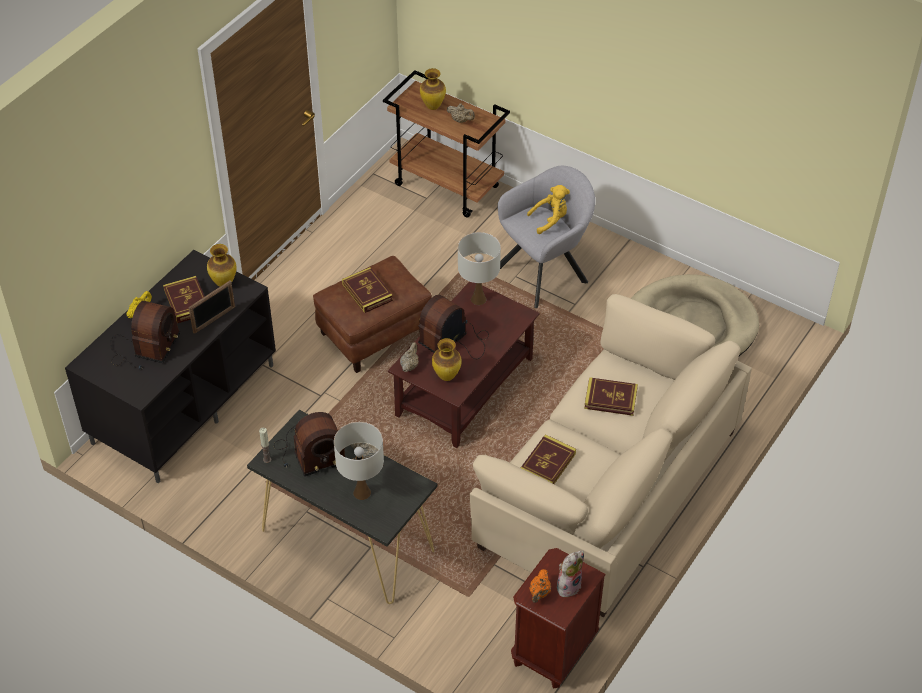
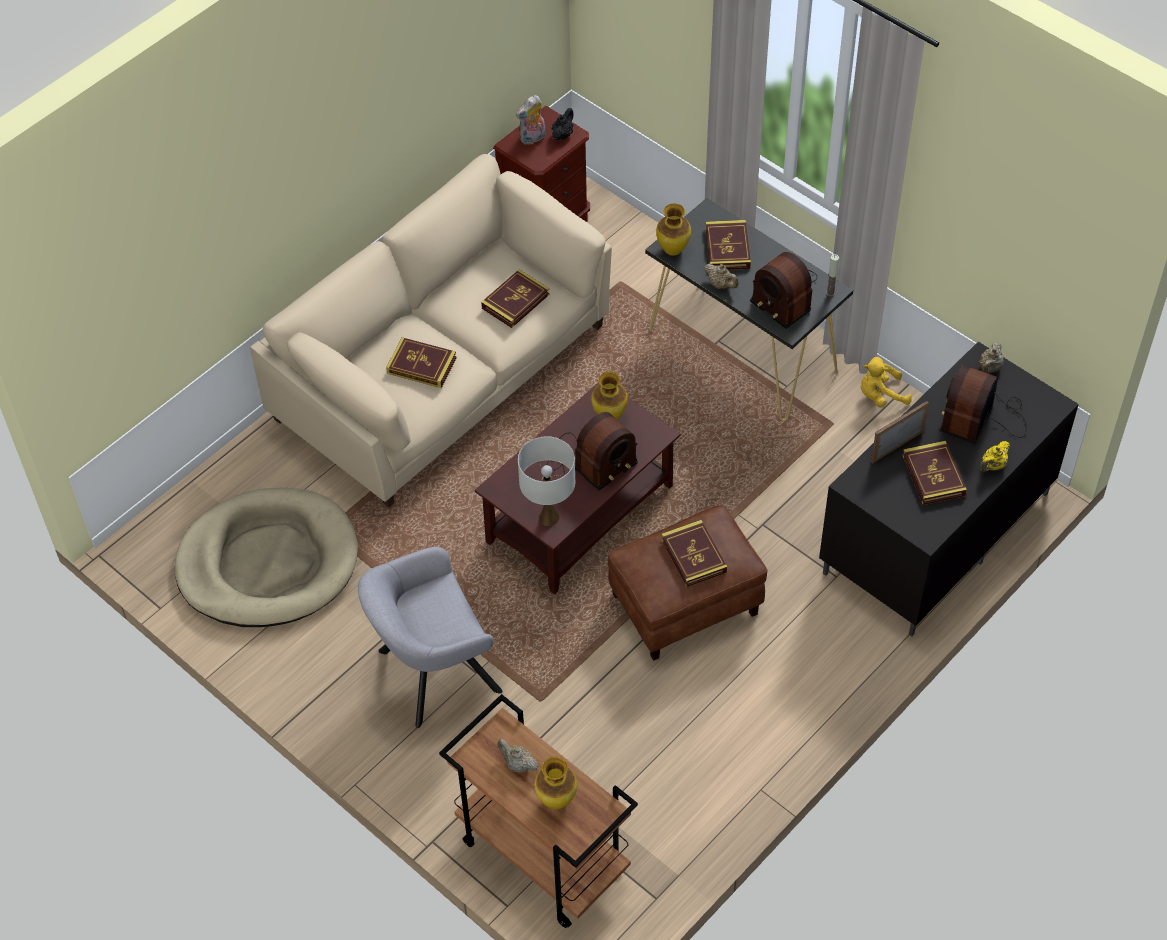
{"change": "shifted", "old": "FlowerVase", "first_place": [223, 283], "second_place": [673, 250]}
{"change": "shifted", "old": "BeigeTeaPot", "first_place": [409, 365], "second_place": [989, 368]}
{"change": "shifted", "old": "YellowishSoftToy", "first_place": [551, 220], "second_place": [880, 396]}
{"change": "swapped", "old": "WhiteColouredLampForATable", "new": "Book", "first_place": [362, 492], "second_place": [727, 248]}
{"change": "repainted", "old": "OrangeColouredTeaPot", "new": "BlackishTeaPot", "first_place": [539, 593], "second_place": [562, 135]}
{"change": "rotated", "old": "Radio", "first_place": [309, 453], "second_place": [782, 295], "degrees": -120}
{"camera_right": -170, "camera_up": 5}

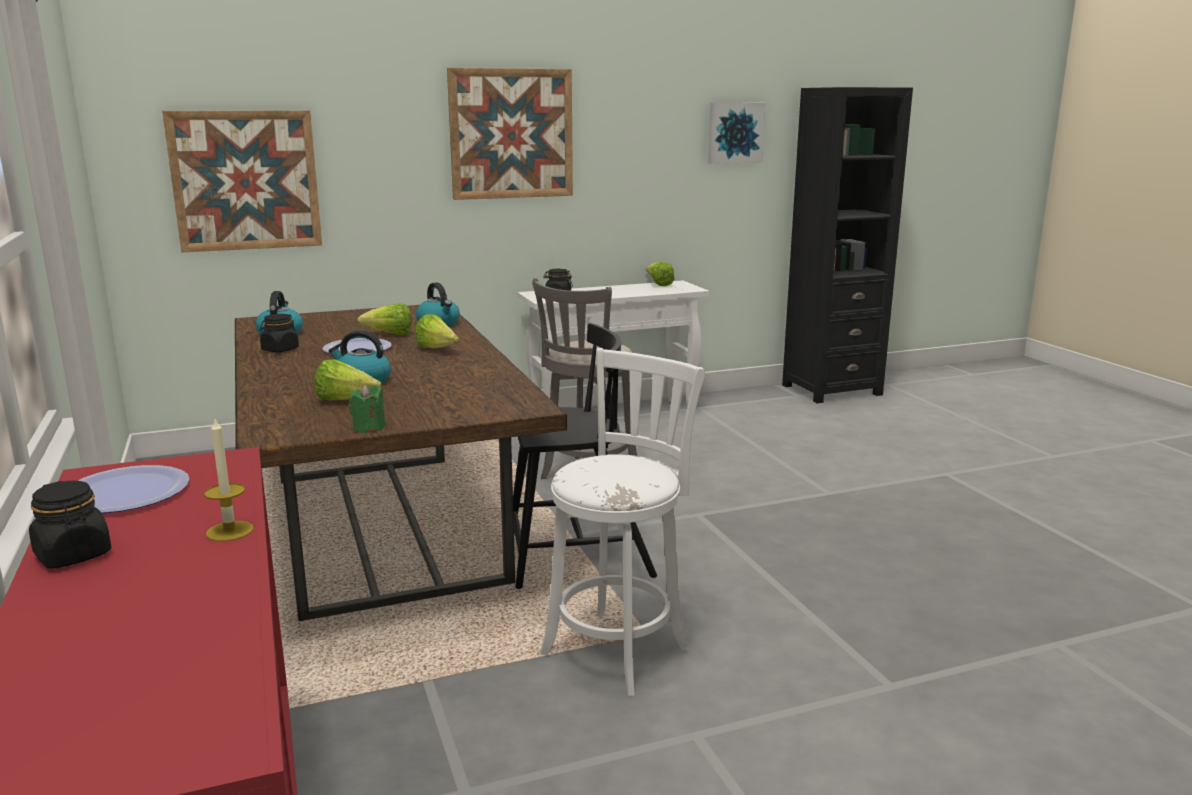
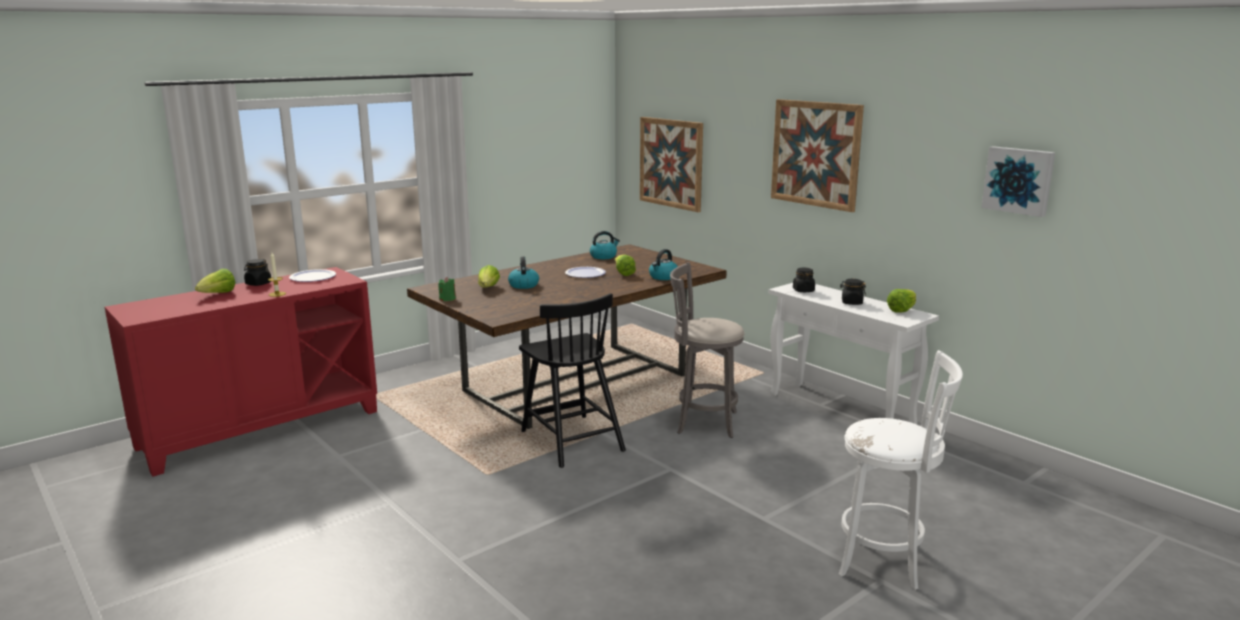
{"change": "gone", "old": "BlackishShelvingUnit", "first_place": [831, 390]}
{"change": "shifted", "old": "BlackishJar", "first_place": [280, 350], "second_place": [851, 302]}
{"change": "shifted", "old": "Lettuce", "first_place": [437, 349], "second_place": [218, 294]}
{"change": "shifted", "old": "WhiteColouredStoolSeat", "first_place": [619, 648], "second_place": [885, 560]}
{"camera_right": 70, "camera_up": 0}

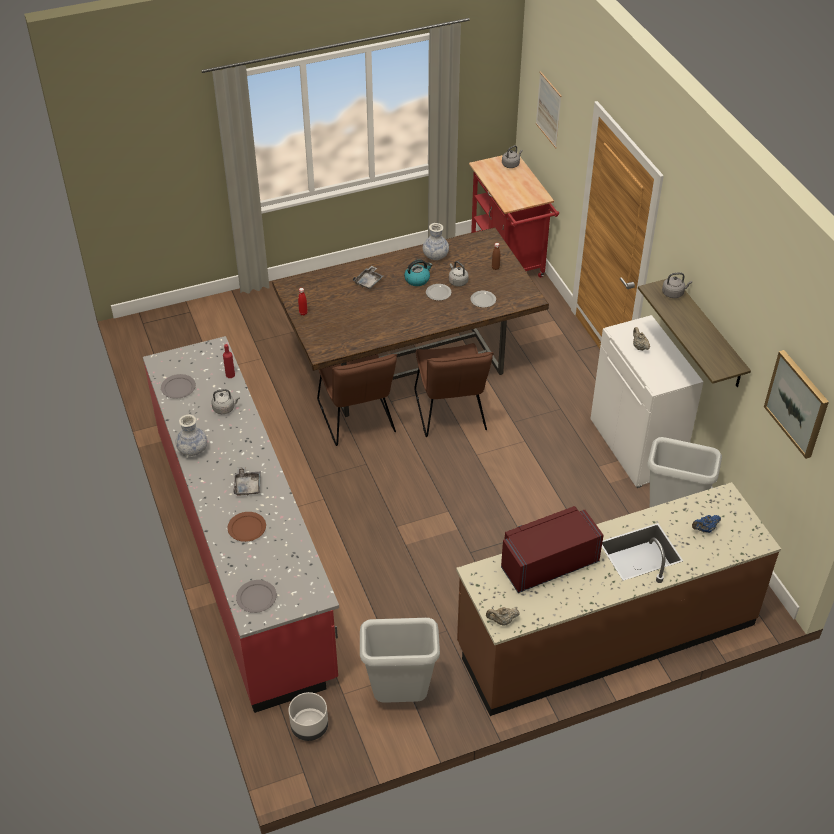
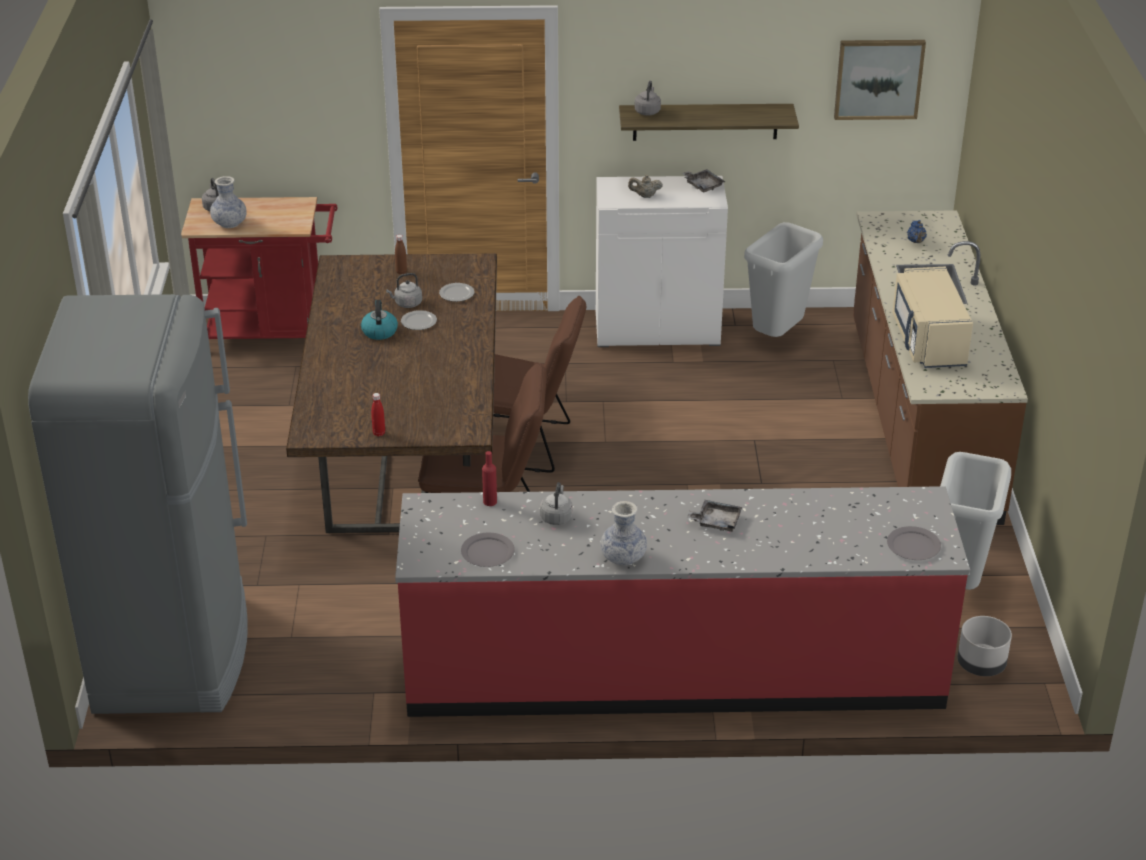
{"change": "gone", "old": "BrownPlate", "first_place": [247, 528]}
{"change": "gone", "old": "BeigeTeaPot", "first_place": [502, 621]}
{"change": "gone", "old": "WallPicture", "first_place": [548, 110]}
{"change": "new", "new": "GrayFridge", "second_place": [174, 653]}
{"change": "shifted", "old": "GrayTray", "first_place": [369, 281], "second_place": [703, 185]}
{"change": "shifted", "old": "FlowerVase", "first_place": [435, 255], "second_place": [229, 223]}
{"change": "repainted", "old": "RedColouredMicrowave", "new": "BeigeMicrowave", "first_place": [547, 563], "second_place": [927, 341]}
{"camera_right": -70, "camera_up": -10}

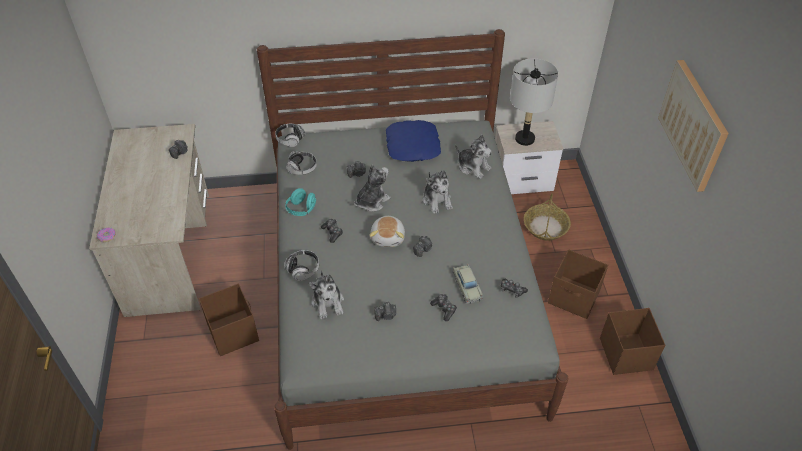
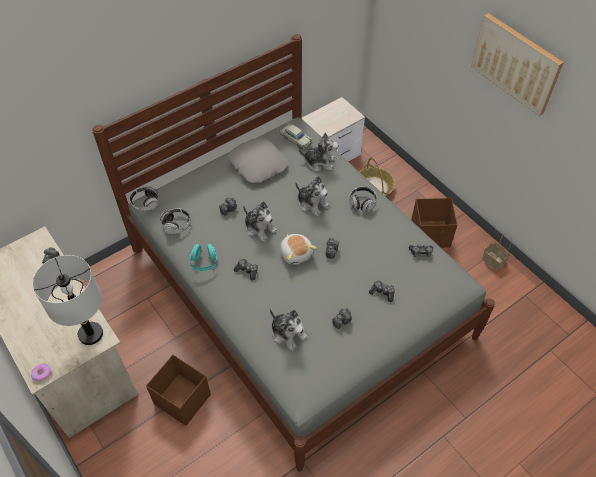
{"change": "shifted", "old": "Headphones", "first_place": [303, 269], "second_place": [362, 203]}
{"change": "shifted", "old": "BeigeMiniatureCar", "first_place": [467, 287], "second_place": [295, 139]}
{"change": "shifted", "old": "GrayLampForATable", "first_place": [524, 139], "second_place": [91, 334]}
{"change": "swapped", "old": "BrownStorageContainer", "new": "StorageBasket", "first_place": [626, 353], "second_place": [492, 260]}
{"change": "repainted", "old": "BluePillow", "new": "GrayPillow", "first_place": [413, 146], "second_place": [258, 164]}
{"change": "rotated", "old": "SoftToy", "first_place": [372, 201], "second_place": [260, 228], "degrees": 120}
{"camera_right": -30, "camera_up": 5}

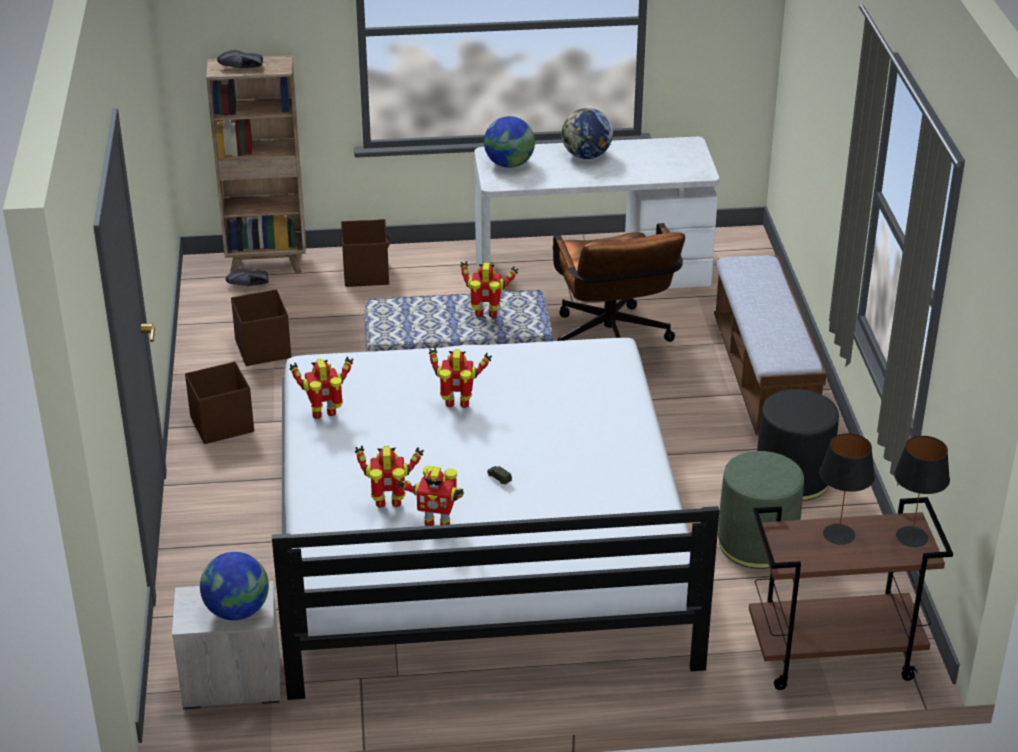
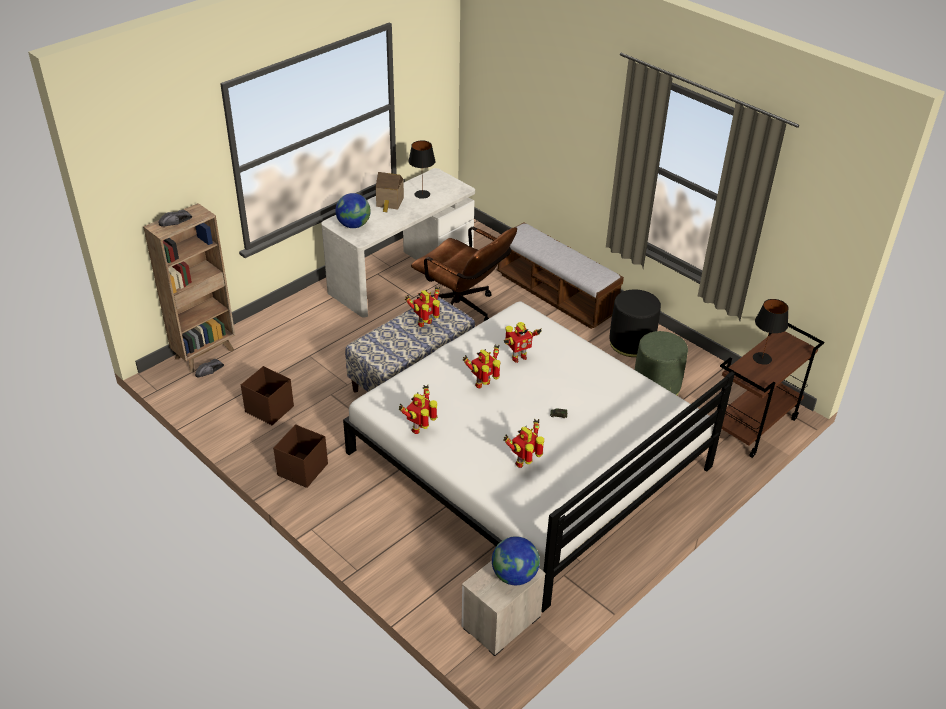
{"change": "gone", "old": "BrownStorageContainer", "first_place": [366, 273]}
{"change": "shifted", "old": "ToyRobot", "first_place": [436, 525], "second_place": [518, 357]}
{"change": "shifted", "old": "BlackishLampForATable", "first_place": [912, 536], "second_place": [422, 194]}
{"change": "swapped", "old": "DeskGlobe", "new": "ModelHouse", "first_place": [586, 156], "second_place": [390, 203]}
{"camera_right": -40, "camera_up": 5}

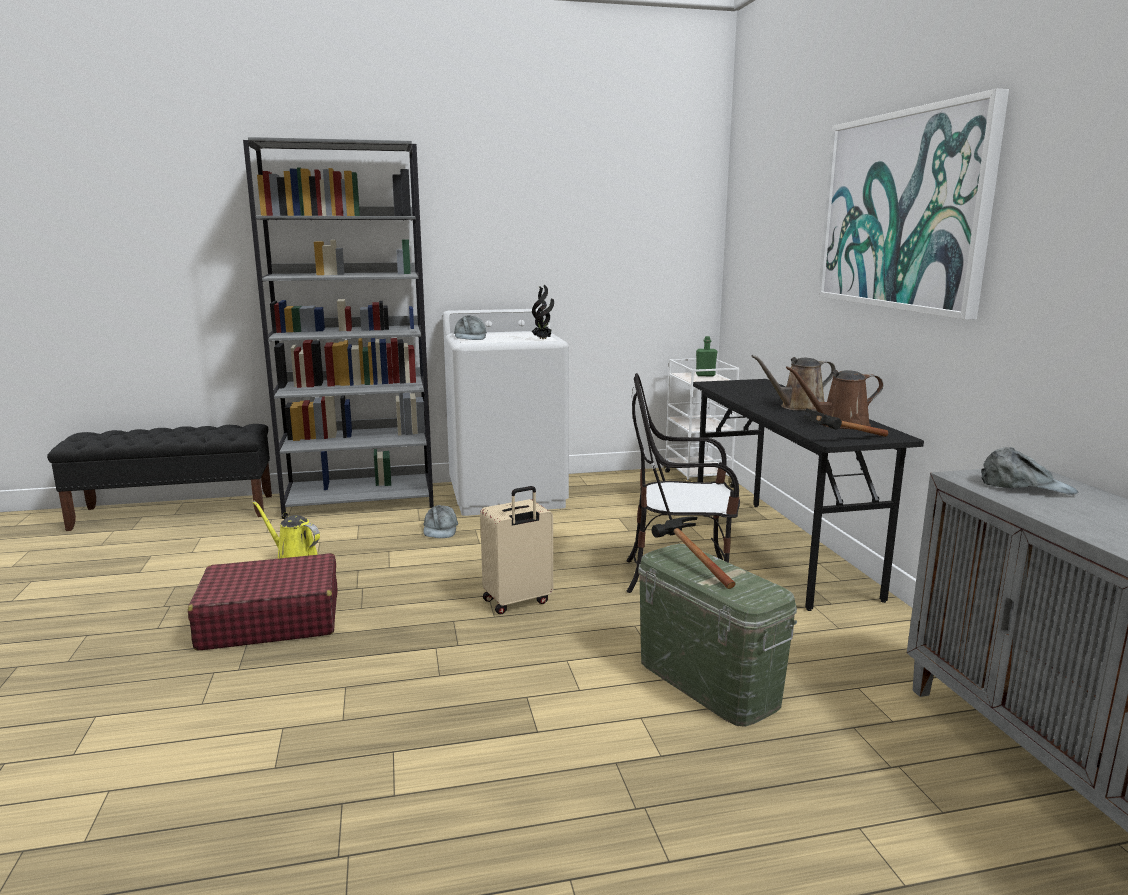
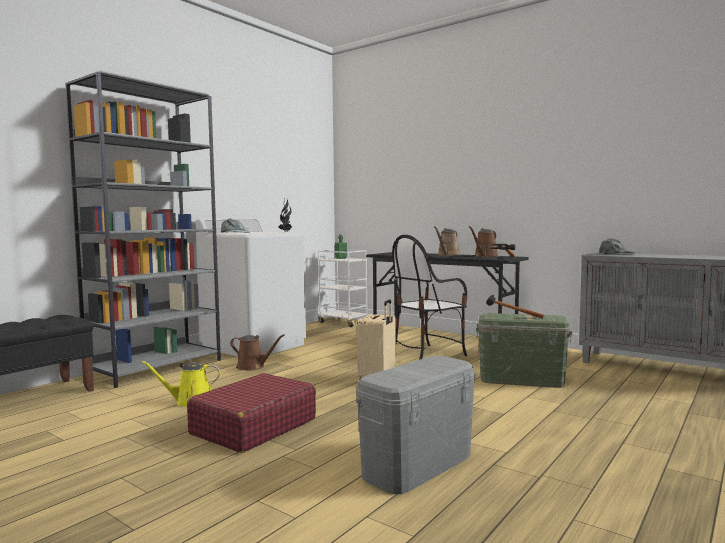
{"change": "gone", "old": "WallPicture", "first_place": [902, 211]}
{"change": "new", "new": "GrayStorageContainer", "second_place": [418, 465]}
{"change": "swapped", "old": "GrayCap", "new": "BrownSprinklingCan", "first_place": [440, 529], "second_place": [253, 367]}
{"camera_right": -40, "camera_up": -10}

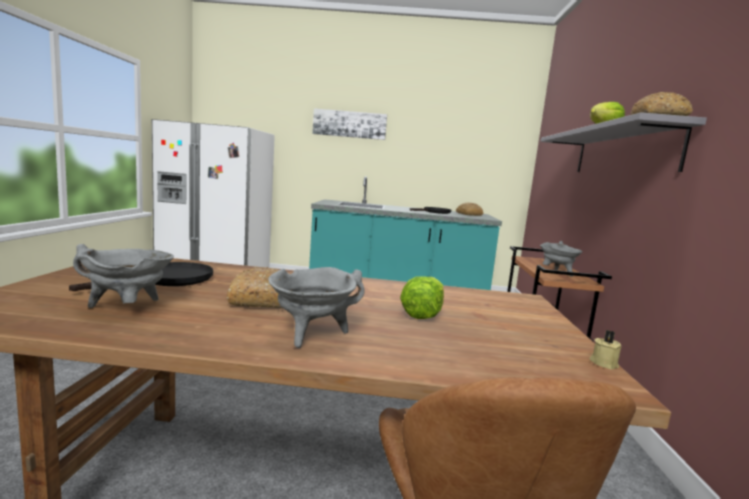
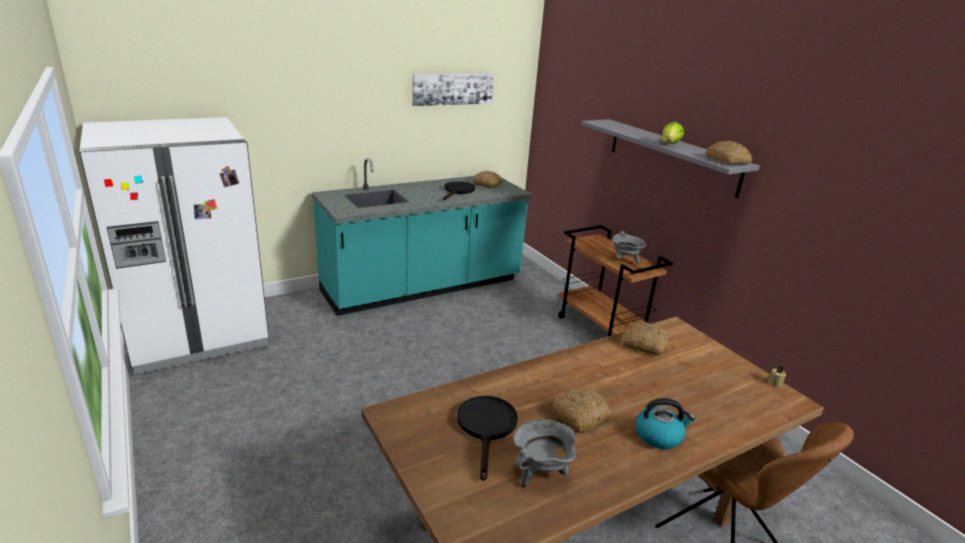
{"change": "gone", "old": "Lettuce", "first_place": [423, 313]}
{"change": "new", "new": "Bread", "second_place": [643, 344]}
{"change": "shifted", "old": "WallPicture", "first_place": [349, 124], "second_place": [452, 89]}
{"change": "swapped", "old": "GraySaucepot", "new": "Kettle", "first_place": [311, 335], "second_place": [659, 436]}
{"camera_right": -35, "camera_up": 15}

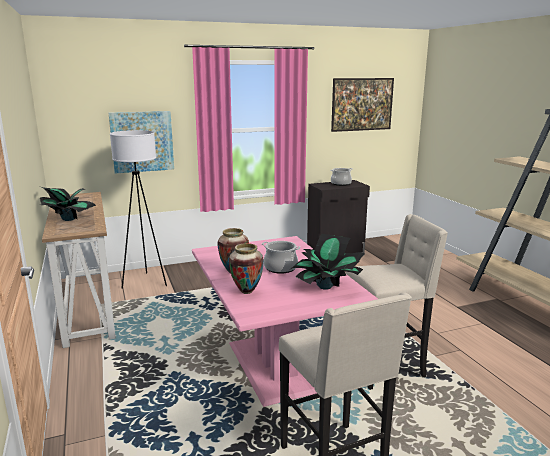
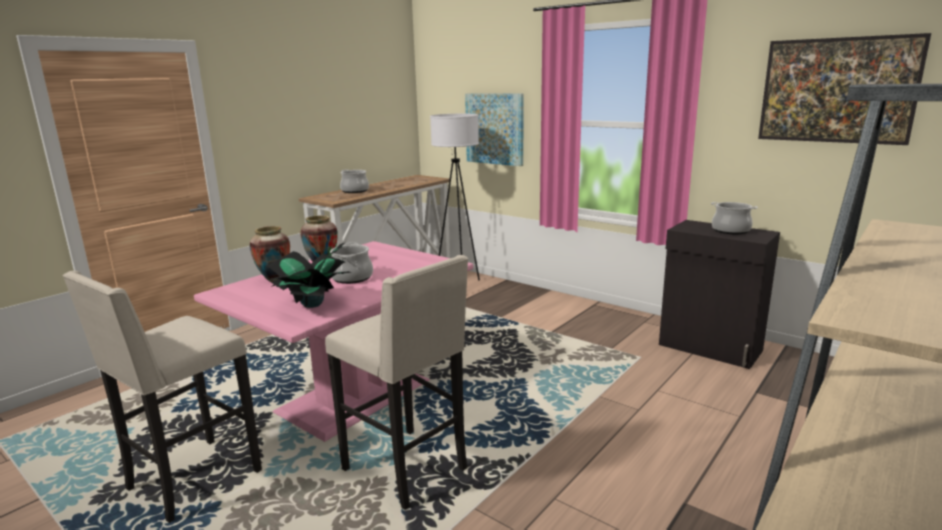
{"change": "swapped", "old": "PottedPlant", "new": "Saucepot", "first_place": [68, 219], "second_place": [355, 191]}
{"camera_right": 60, "camera_up": 0}

